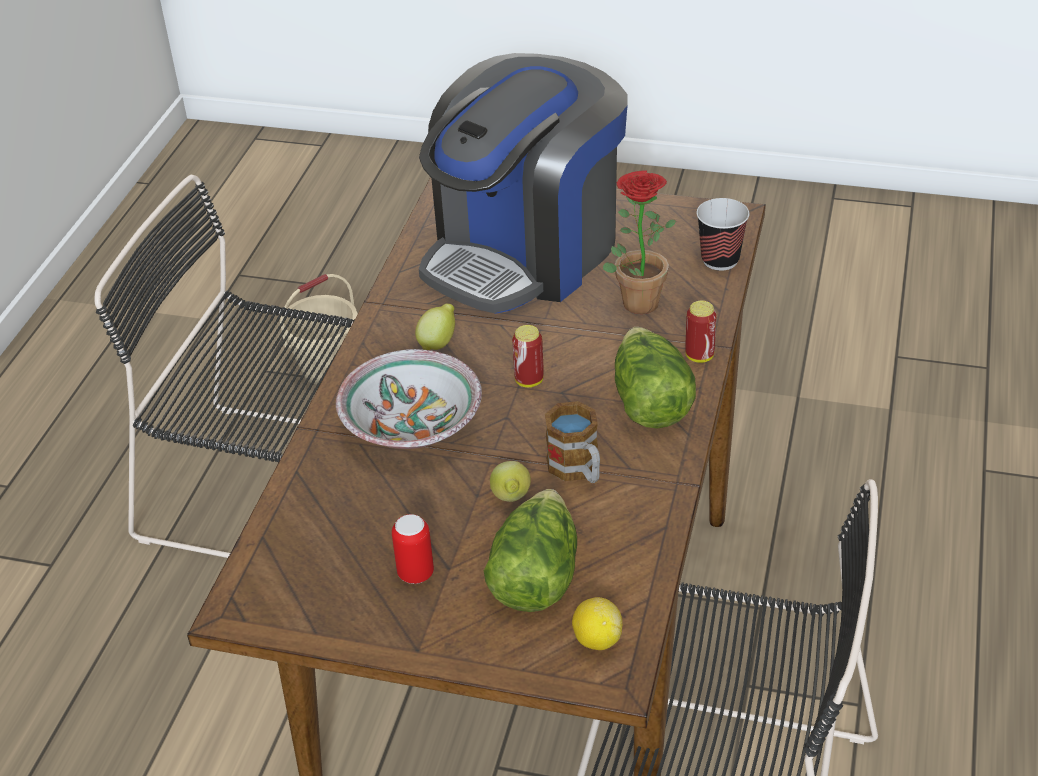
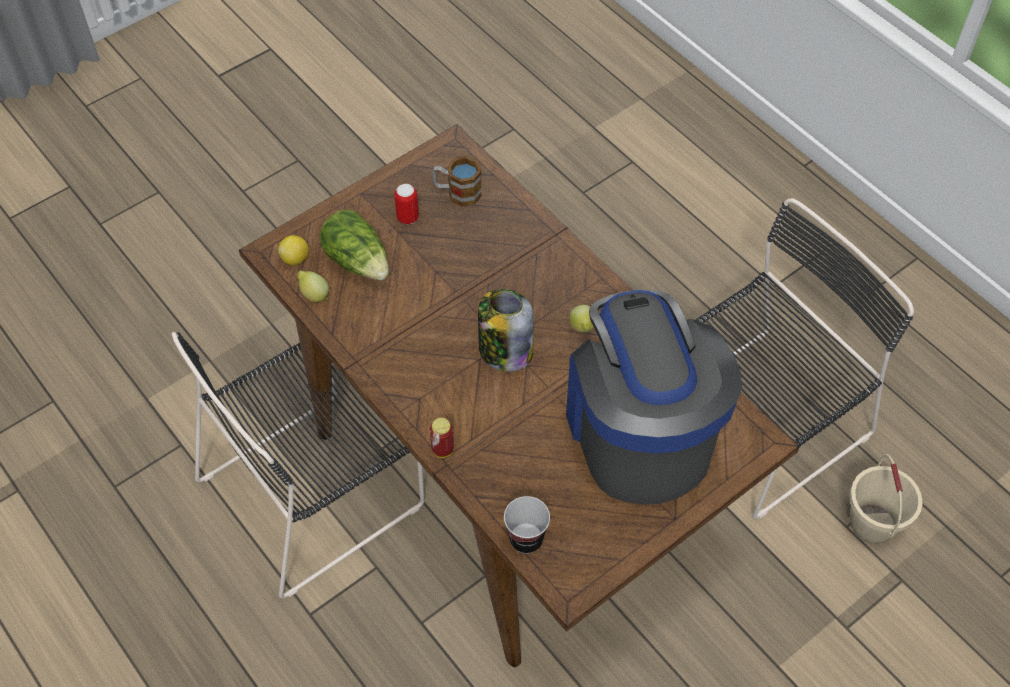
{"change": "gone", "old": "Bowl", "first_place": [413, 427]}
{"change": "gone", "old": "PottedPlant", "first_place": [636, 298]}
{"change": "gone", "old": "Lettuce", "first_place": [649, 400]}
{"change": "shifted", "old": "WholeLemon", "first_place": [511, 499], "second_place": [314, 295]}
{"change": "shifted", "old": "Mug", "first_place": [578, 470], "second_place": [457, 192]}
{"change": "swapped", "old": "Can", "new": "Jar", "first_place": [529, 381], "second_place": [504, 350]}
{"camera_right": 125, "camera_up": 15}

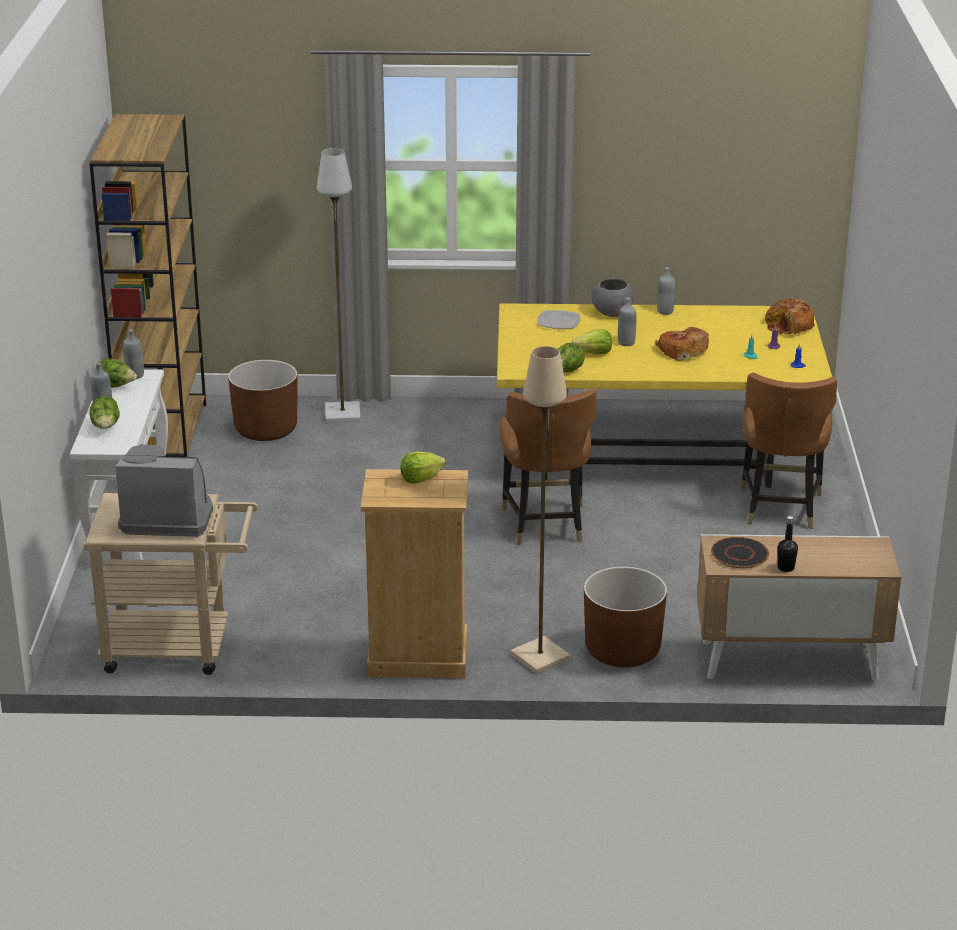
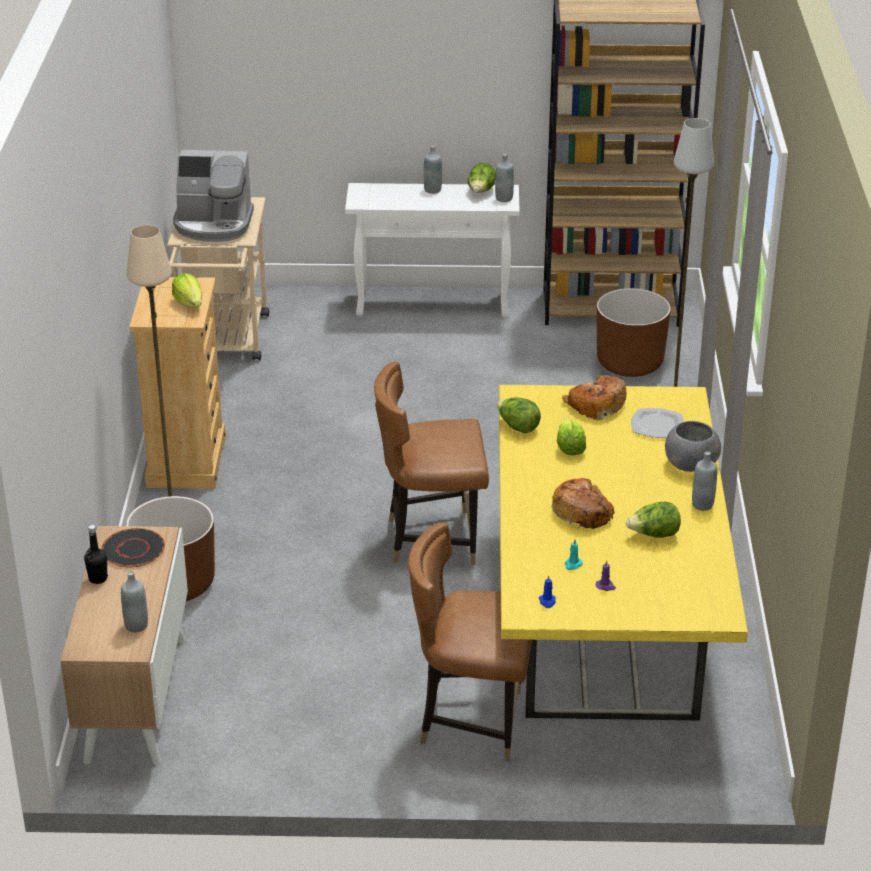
{"change": "shifted", "old": "Lettuce", "first_place": [106, 428], "second_place": [654, 535]}
{"change": "shifted", "old": "GrayDrinkBottle", "first_place": [626, 343], "second_place": [136, 625]}
{"change": "shifted", "old": "Bread", "first_place": [789, 326], "second_place": [595, 404]}
{"change": "rotated", "old": "CoffeeMachine", "first_place": [167, 517], "second_place": [214, 224], "degrees": 90}
{"camera_right": 90, "camera_up": 5}

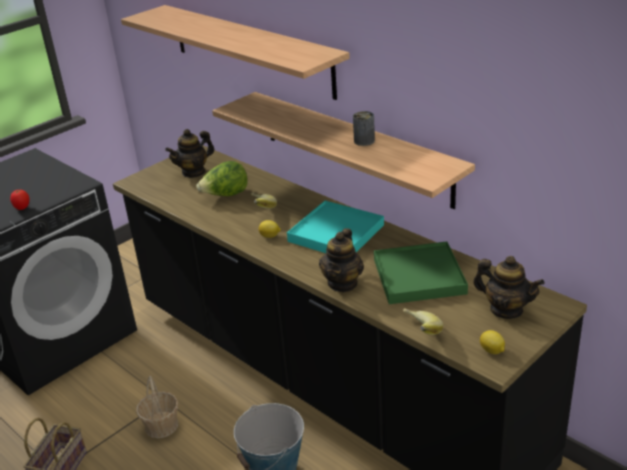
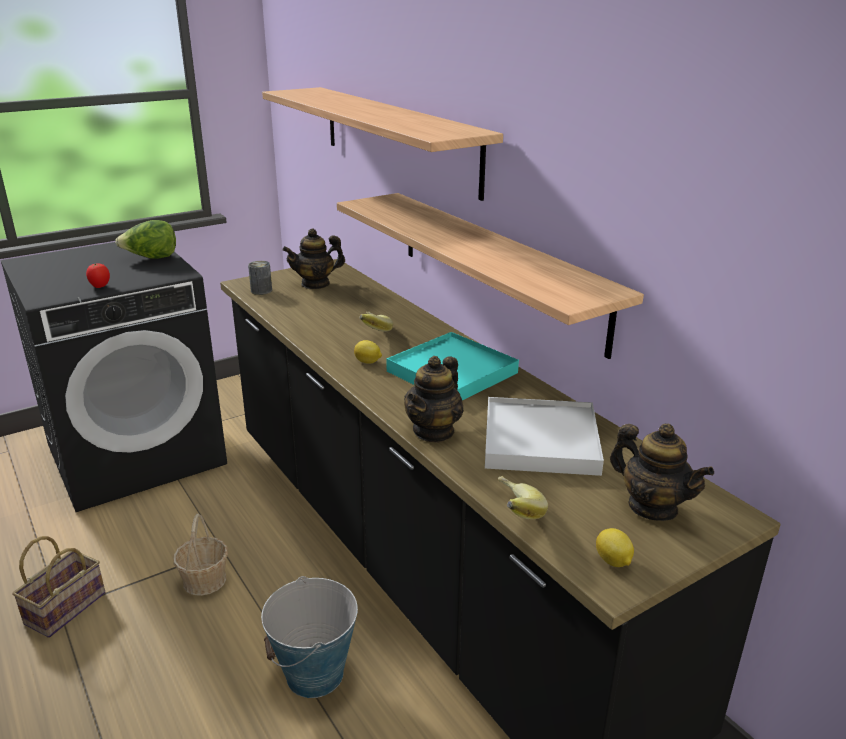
{"change": "shifted", "old": "Lettuce", "first_place": [225, 195], "second_place": [151, 258]}
{"change": "shifted", "old": "Can", "first_place": [364, 141], "second_place": [261, 290]}
{"change": "repainted", "old": "GreenTray", "new": "WhiteColouredTray", "first_place": [419, 276], "second_place": [541, 441]}
{"camera_right": 10, "camera_up": -5}

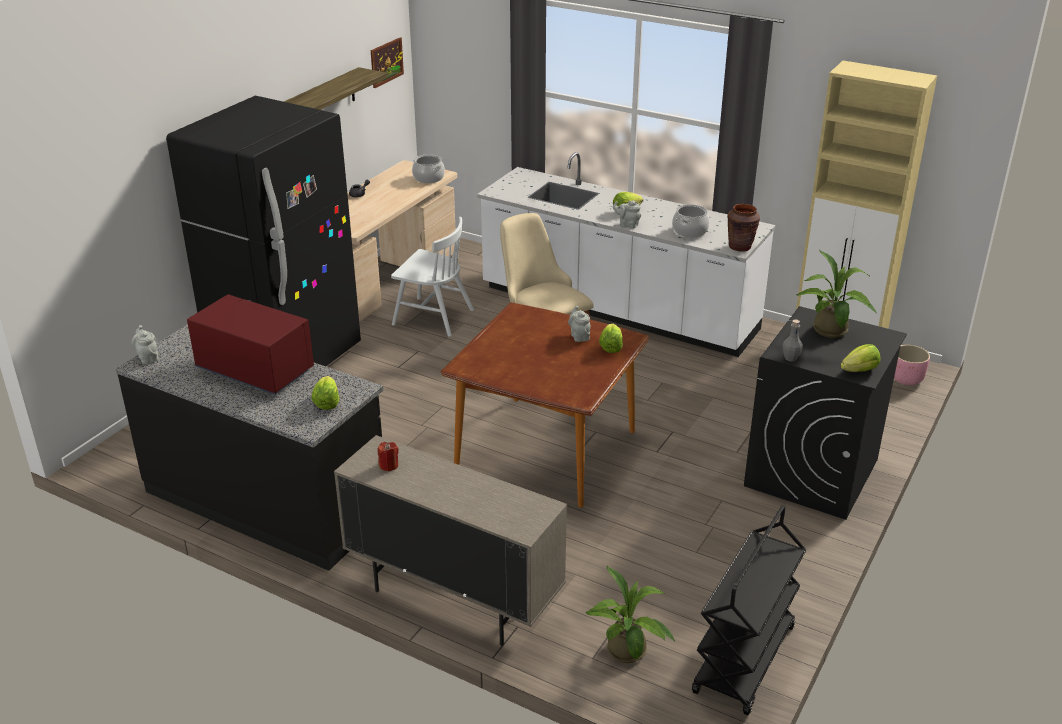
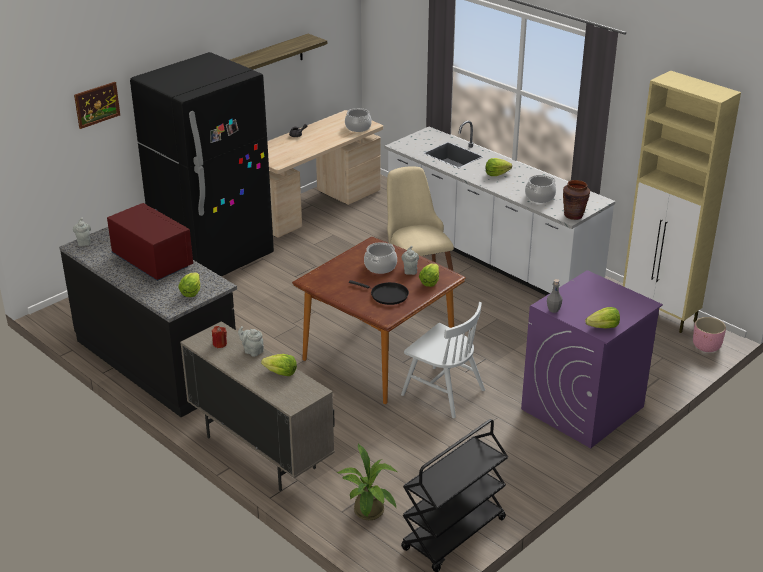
{"change": "gone", "old": "PottedPlant", "first_place": [832, 333]}
{"change": "new", "new": "Lettuce", "second_place": [281, 373]}
{"change": "new", "new": "BlackishPan", "second_place": [386, 295]}
{"change": "new", "new": "Saucepot", "second_place": [380, 267]}
{"change": "shifted", "old": "WallPicture", "first_place": [386, 62], "second_place": [97, 104]}
{"change": "shifted", "old": "WhiteColouredChair", "first_place": [433, 317], "second_place": [442, 392]}
{"change": "shifted", "old": "GrayTeaPot", "first_place": [627, 225], "second_place": [252, 351]}
{"change": "repainted", "old": "BlackishLaundryAppliance", "new": "PurpleLaundryAppliance", "first_place": [811, 473], "second_place": [582, 408]}
{"camera_right": 15, "camera_up": 0}

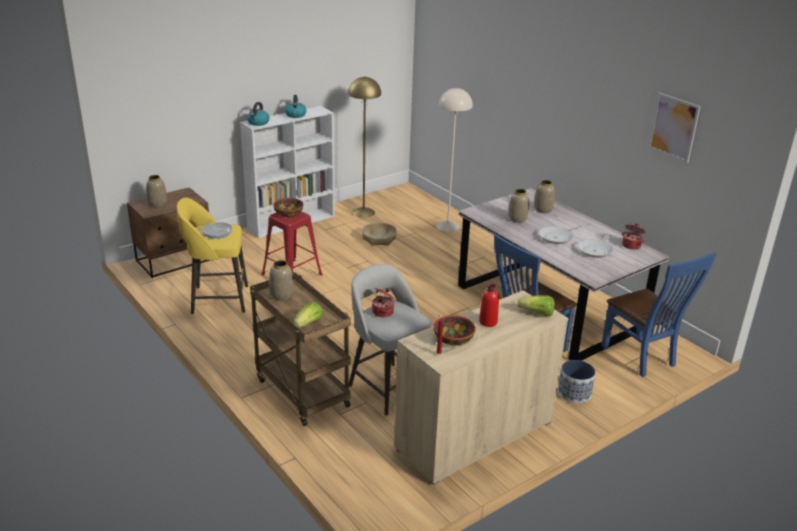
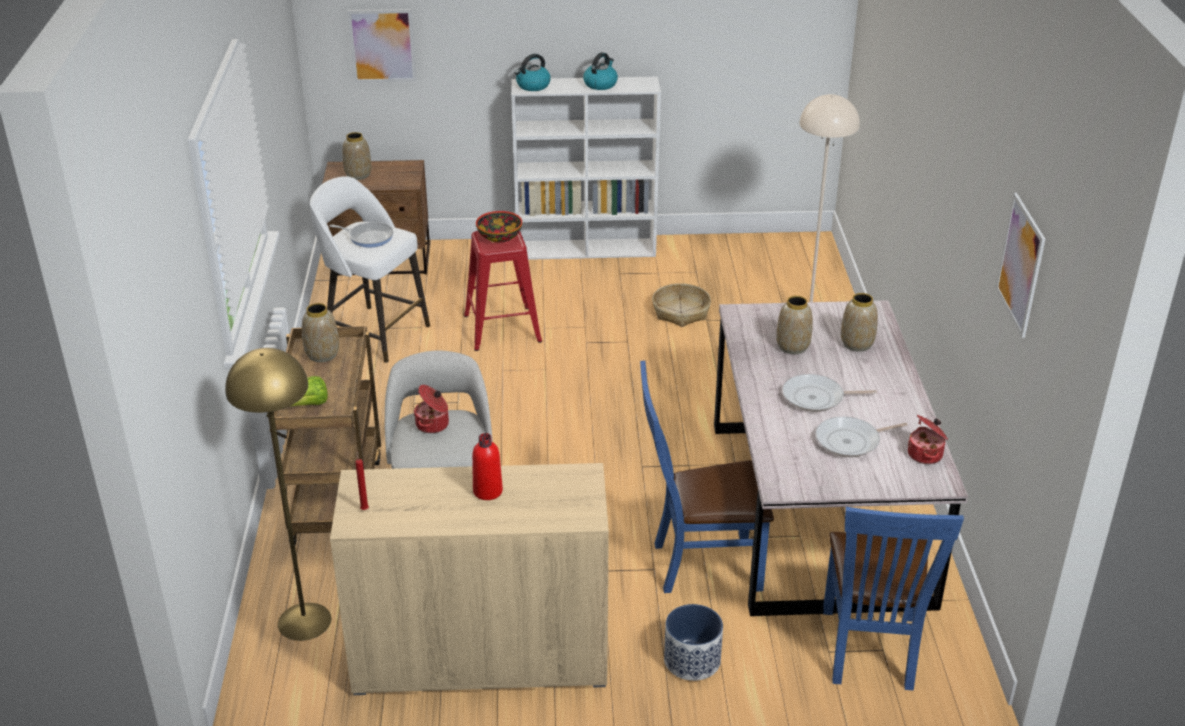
{"change": "gone", "old": "Bowl", "first_place": [453, 339]}
{"change": "gone", "old": "Lettuce", "first_place": [537, 314]}
{"change": "new", "new": "WallPicture", "second_place": [382, 45]}
{"change": "shifted", "old": "YellowishFloorLamp", "first_place": [363, 212], "second_place": [304, 621]}
{"change": "repainted", "old": "YellowishStoolSeat", "new": "WhiteColouredStoolSeat", "first_place": [217, 299], "second_place": [374, 333]}
{"camera_right": 35, "camera_up": 5}

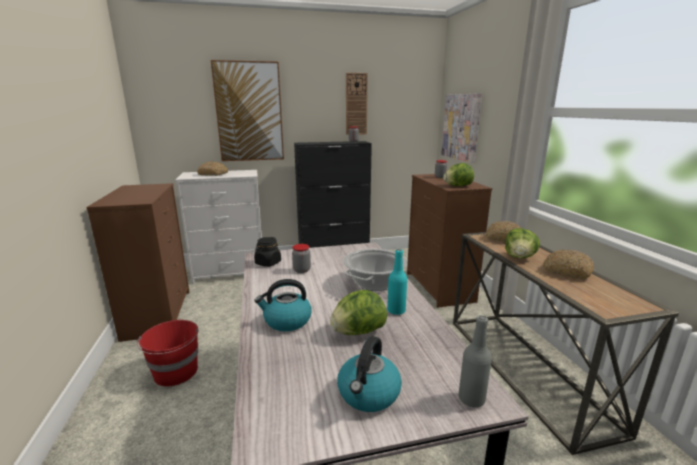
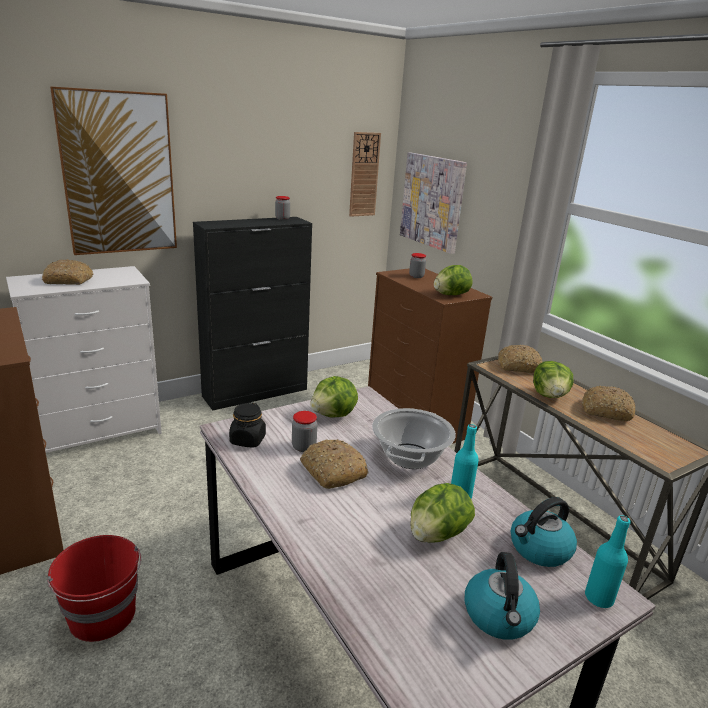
{"change": "new", "new": "Bread", "second_place": [332, 471]}
{"change": "new", "new": "Lettuce", "second_place": [334, 415]}
{"change": "shifted", "old": "Kettle", "first_place": [286, 321], "second_place": [539, 549]}
{"change": "shifted", "old": "HangingClock", "first_place": [356, 104], "second_place": [364, 175]}
{"change": "repainted", "old": "GrayDrinkBottle", "new": "TurquoiseColouredDrinkBottle", "first_place": [471, 399], "second_place": [598, 598]}
{"camera_right": -20, "camera_up": 5}

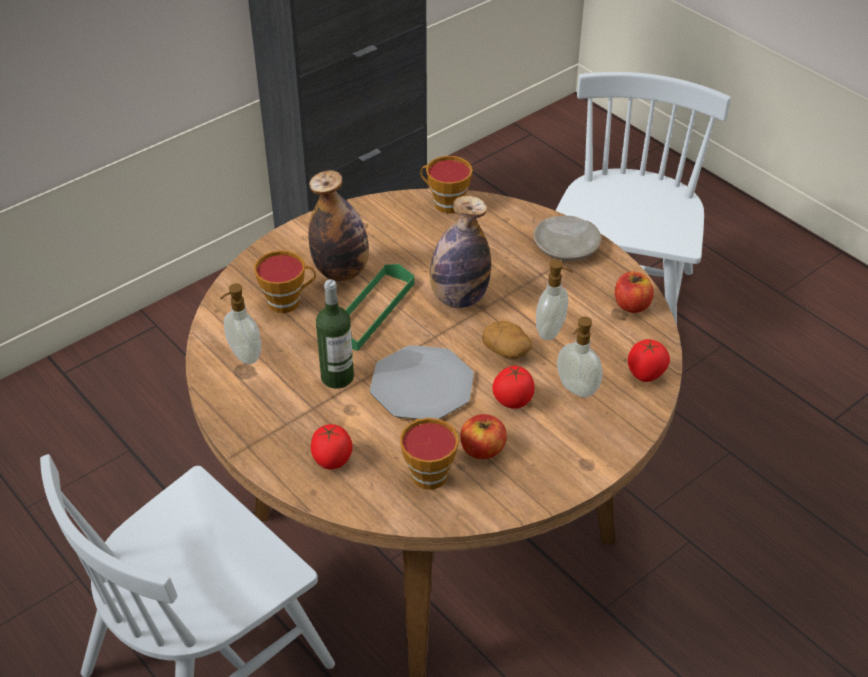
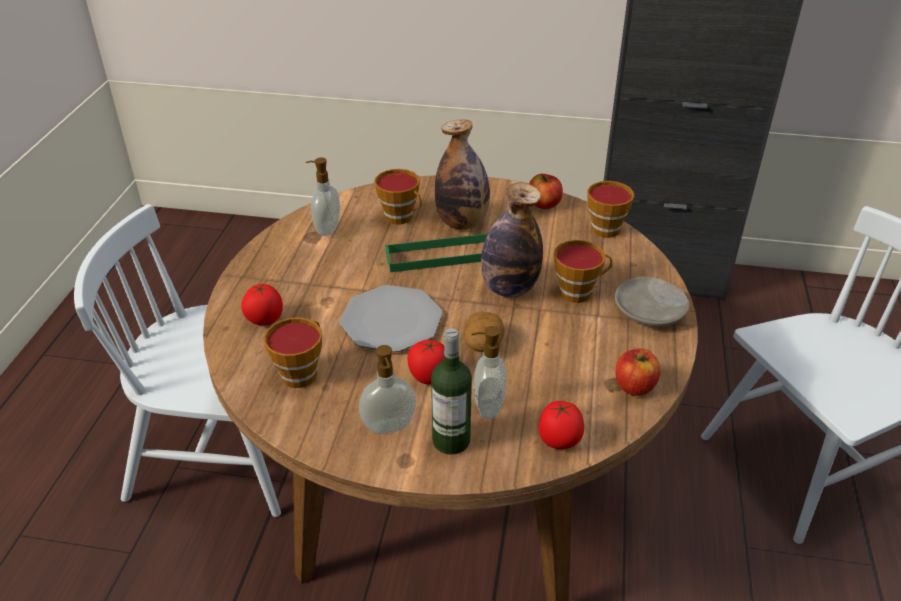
{"change": "new", "new": "Cup", "second_place": [579, 292]}
{"change": "shifted", "old": "DrinkBottle", "first_place": [337, 377], "second_place": [451, 440]}
{"change": "shifted", "old": "AppleFruit", "first_place": [482, 449], "second_place": [544, 204]}
{"change": "shifted", "old": "SoapDispenser", "first_place": [551, 331], "second_place": [389, 427]}
{"camera_right": 50, "camera_up": -5}

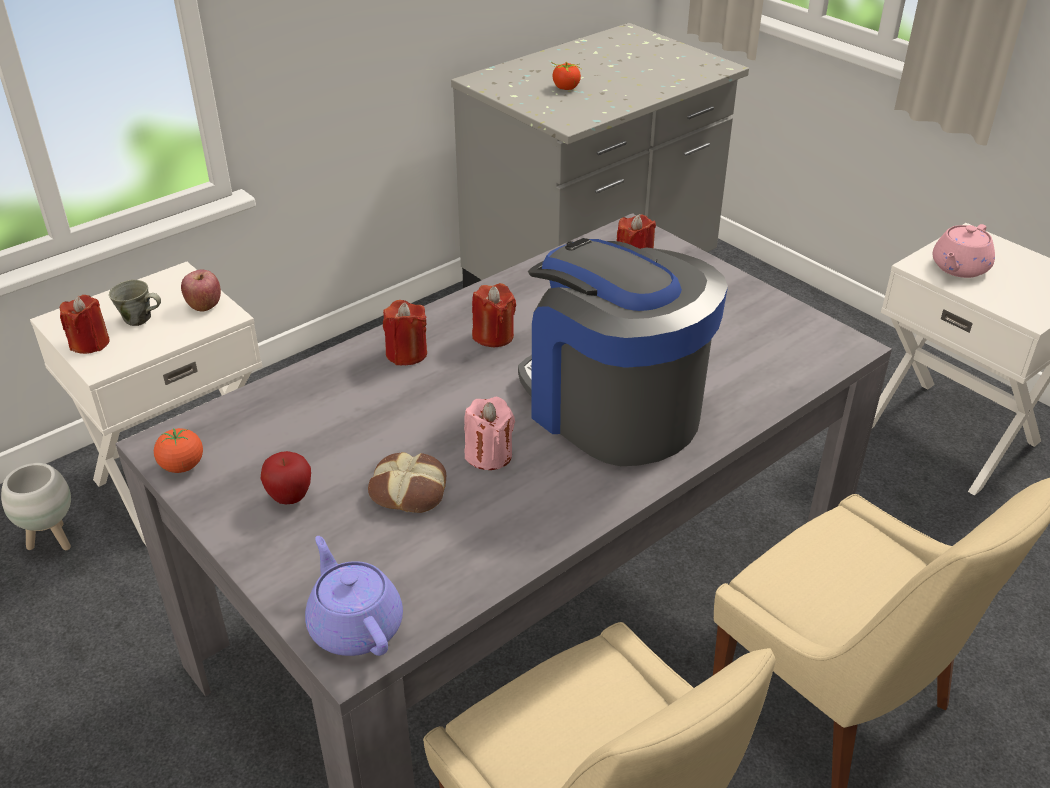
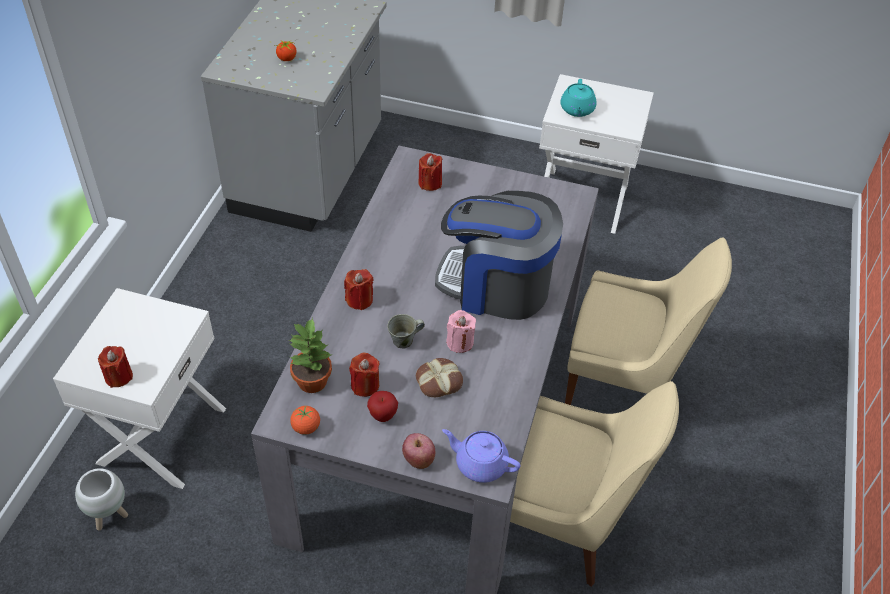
{"change": "new", "new": "PottedPlant", "second_place": [312, 380]}
{"change": "shifted", "old": "GrayMug", "first_place": [139, 319], "second_place": [404, 341]}
{"change": "shifted", "old": "AppleFruit", "first_place": [204, 305], "second_place": [418, 459]}
{"change": "shifted", "old": "RedColouredCandle", "first_place": [493, 336], "second_place": [365, 385]}
{"change": "repainted", "old": "PinkTeaPot", "new": "TurquoiseColouredTeaPot", "first_place": [959, 268], "second_place": [577, 110]}
{"camera_right": -35, "camera_up": 10}

